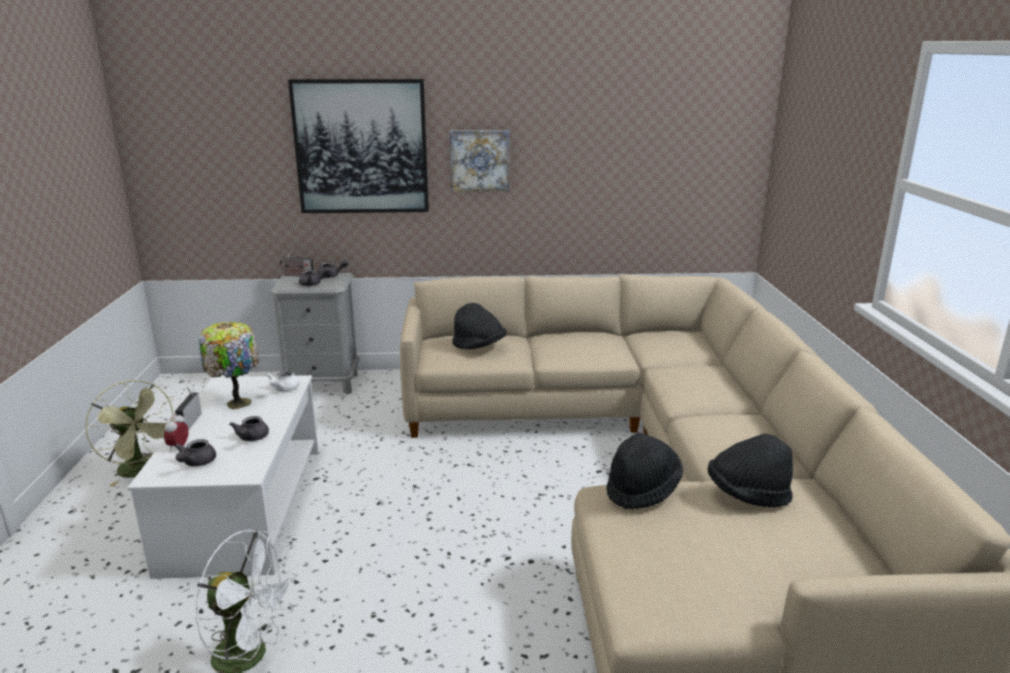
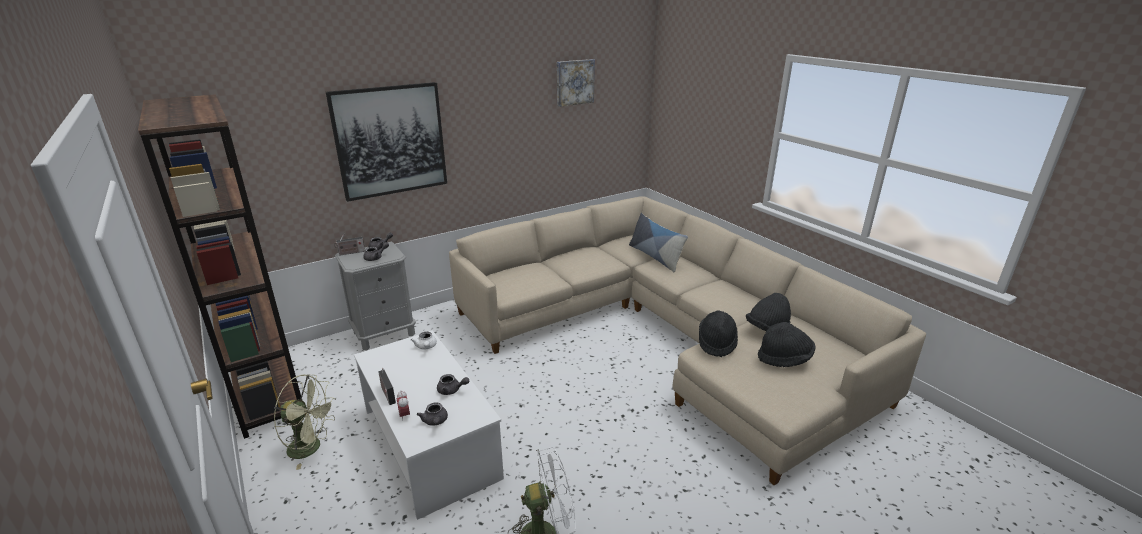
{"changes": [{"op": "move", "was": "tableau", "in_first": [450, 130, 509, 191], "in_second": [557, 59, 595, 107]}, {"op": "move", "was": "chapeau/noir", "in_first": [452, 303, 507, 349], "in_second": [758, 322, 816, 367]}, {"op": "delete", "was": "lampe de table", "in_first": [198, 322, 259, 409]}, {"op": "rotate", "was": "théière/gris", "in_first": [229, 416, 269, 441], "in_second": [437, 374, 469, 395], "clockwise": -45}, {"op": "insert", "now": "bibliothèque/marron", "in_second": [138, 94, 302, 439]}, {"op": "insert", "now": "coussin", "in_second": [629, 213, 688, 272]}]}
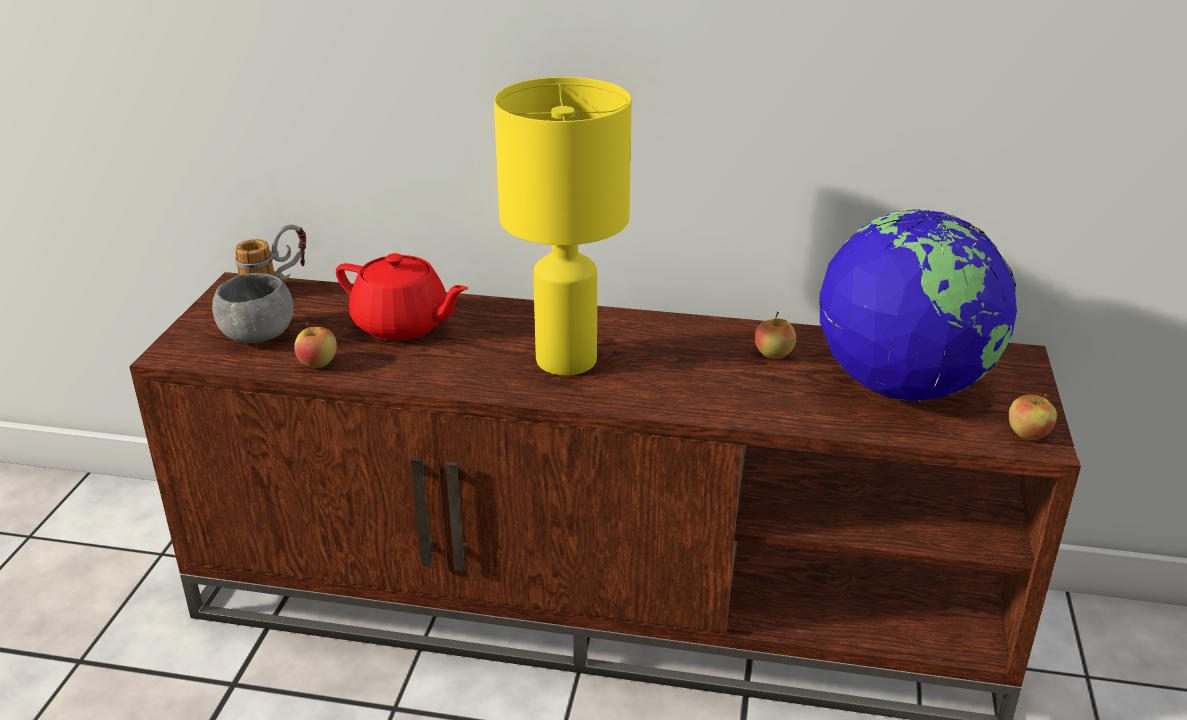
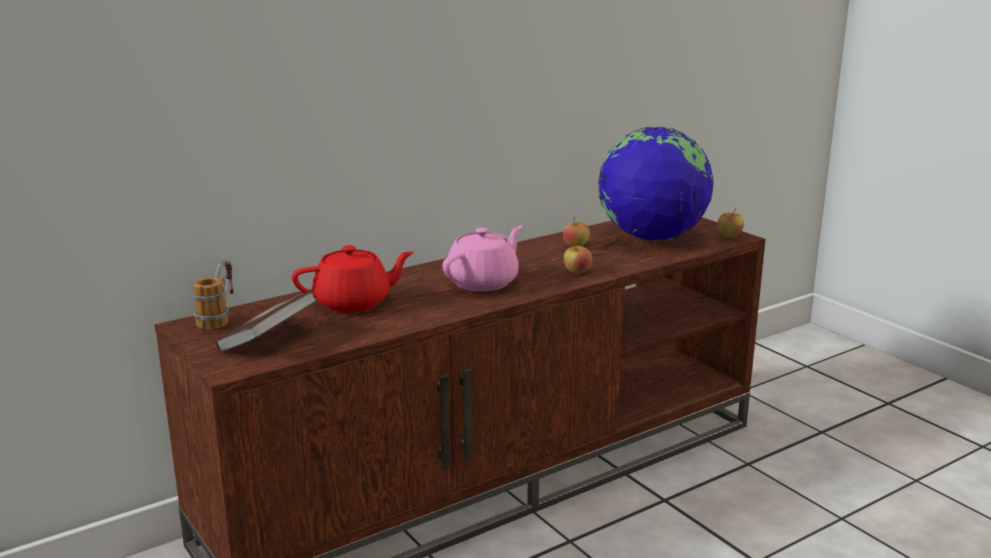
{"changes": [{"op": "replace", "was": "lampe de table/jaune", "now": "théière/rose", "in_first": [494, 77, 631, 376], "in_second": [442, 225, 523, 292]}, {"op": "replace", "was": "bol/gris", "now": "livre", "in_first": [212, 273, 294, 343], "in_second": [216, 291, 318, 352]}, {"op": "move", "was": "pomme", "in_first": [294, 322, 337, 368], "in_second": [564, 243, 592, 274]}]}
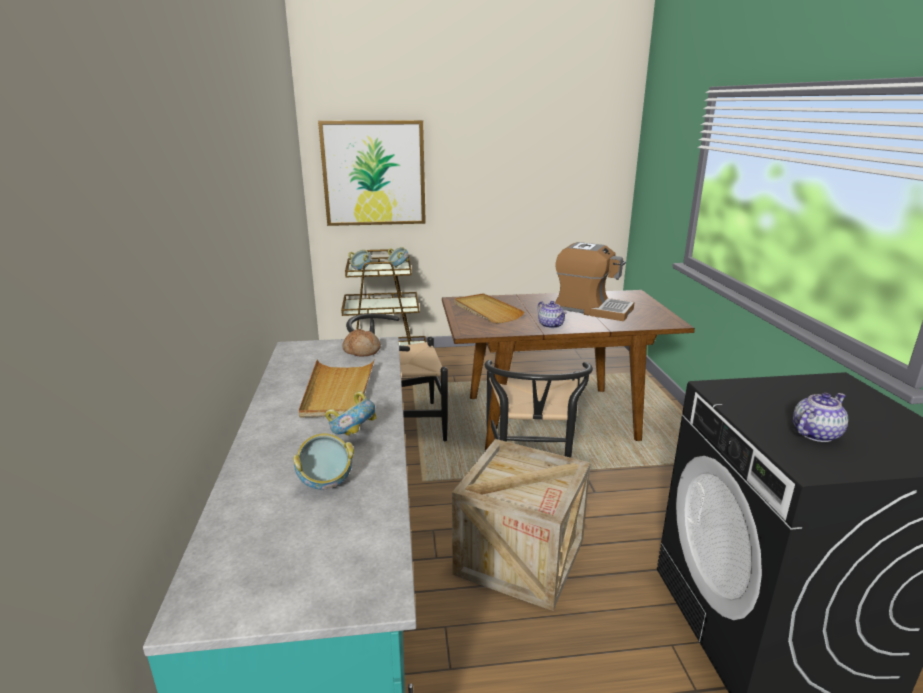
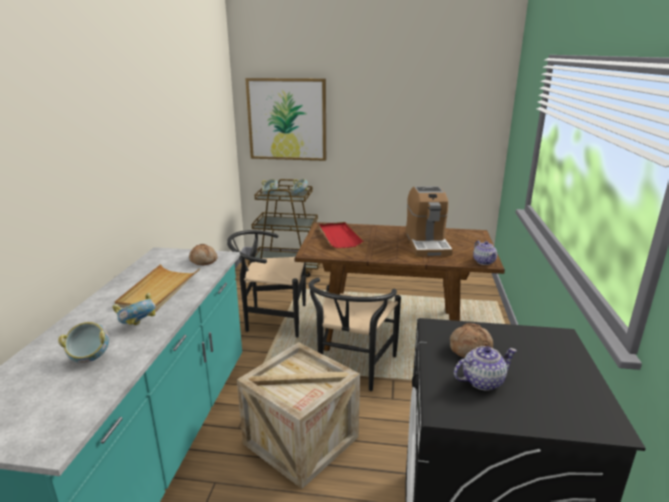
{"changes": [{"op": "rotate", "was": "machine à café", "in_first": [555, 242, 635, 321], "in_second": [406, 186, 453, 256], "clockwise": 45}, {"op": "recolor", "was": "plateau/beige", "now": "plateau/rouge", "in_first": [455, 293, 525, 323], "in_second": [319, 222, 364, 248]}, {"op": "move", "was": "théière", "in_first": [537, 301, 567, 329], "in_second": [473, 240, 498, 265]}, {"op": "insert", "now": "pain", "in_second": [450, 323, 493, 358]}]}
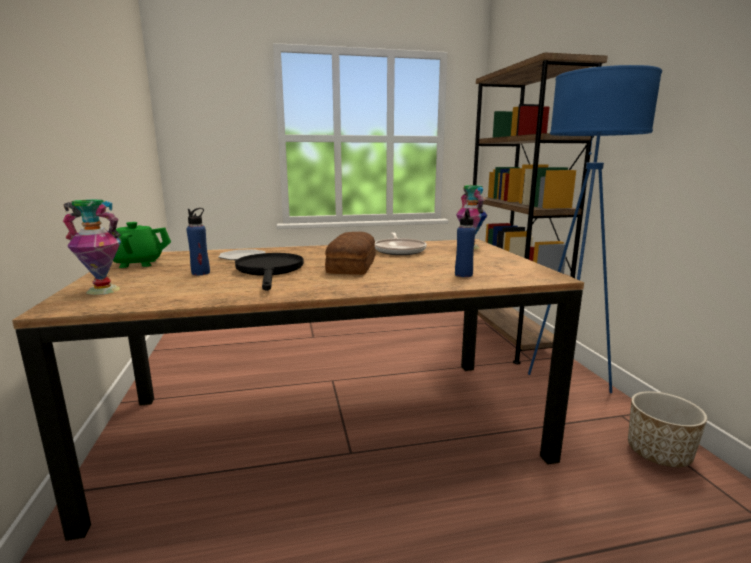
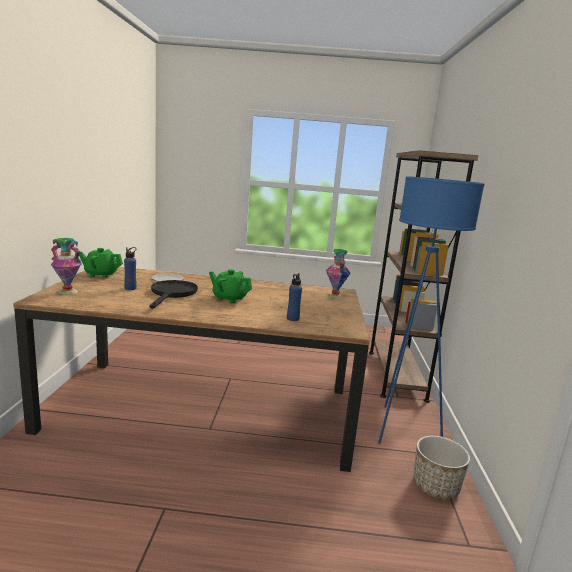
{"changes": [{"op": "replace", "was": "pain", "now": "théière/vert", "in_first": [325, 232, 375, 275], "in_second": [209, 269, 252, 303]}, {"op": "delete", "was": "poêle", "in_first": [375, 233, 427, 255]}]}
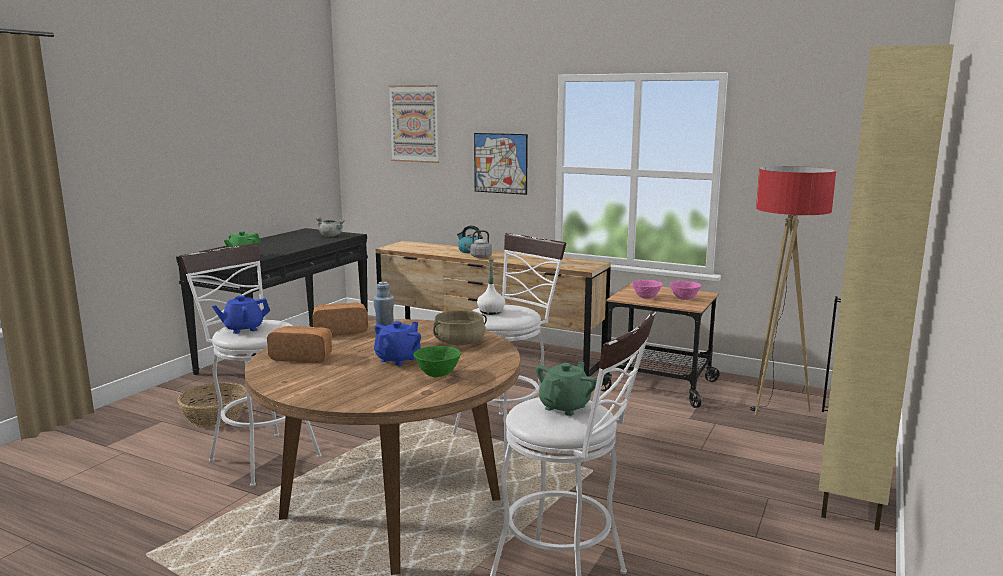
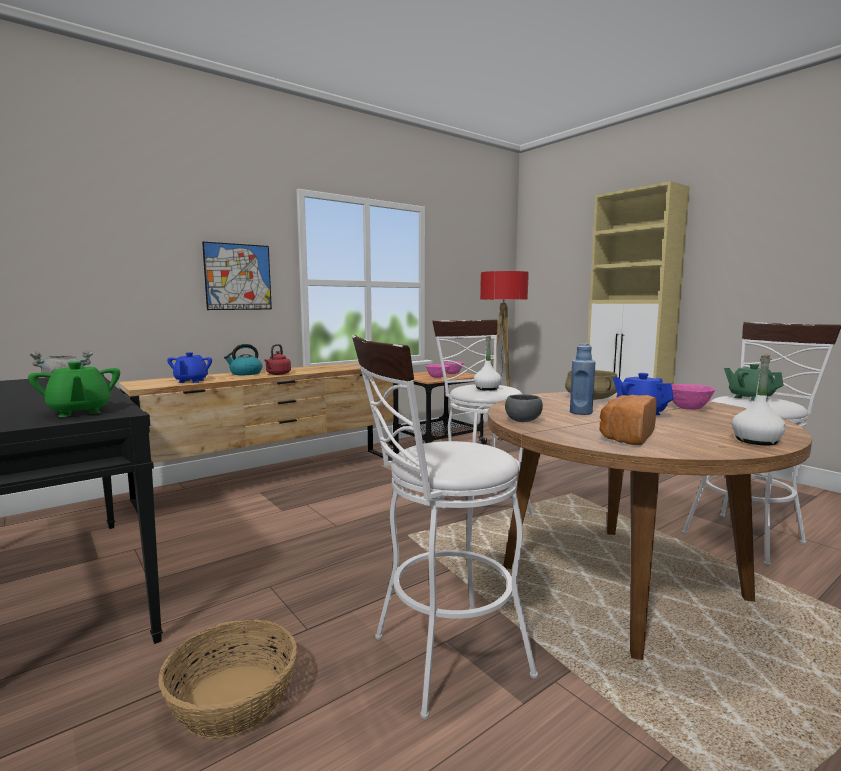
{"changes": [{"op": "delete", "was": "tableau", "in_first": [389, 85, 439, 163]}, {"op": "recolor", "was": "bouilloire/gris", "now": "bouilloire/rouge", "in_first": [464, 230, 492, 258], "in_second": [264, 344, 291, 375]}, {"op": "move", "was": "théière/bleu", "in_first": [212, 295, 270, 334], "in_second": [167, 352, 212, 383]}, {"op": "replace", "was": "pain", "now": "bol/gris", "in_first": [312, 303, 368, 335], "in_second": [505, 394, 543, 422]}, {"op": "recolor", "was": "bol/vert", "now": "bol/rose", "in_first": [413, 346, 461, 377], "in_second": [672, 384, 715, 410]}, {"op": "insert", "now": "bouteille/blanc", "in_second": [732, 355, 786, 446]}]}
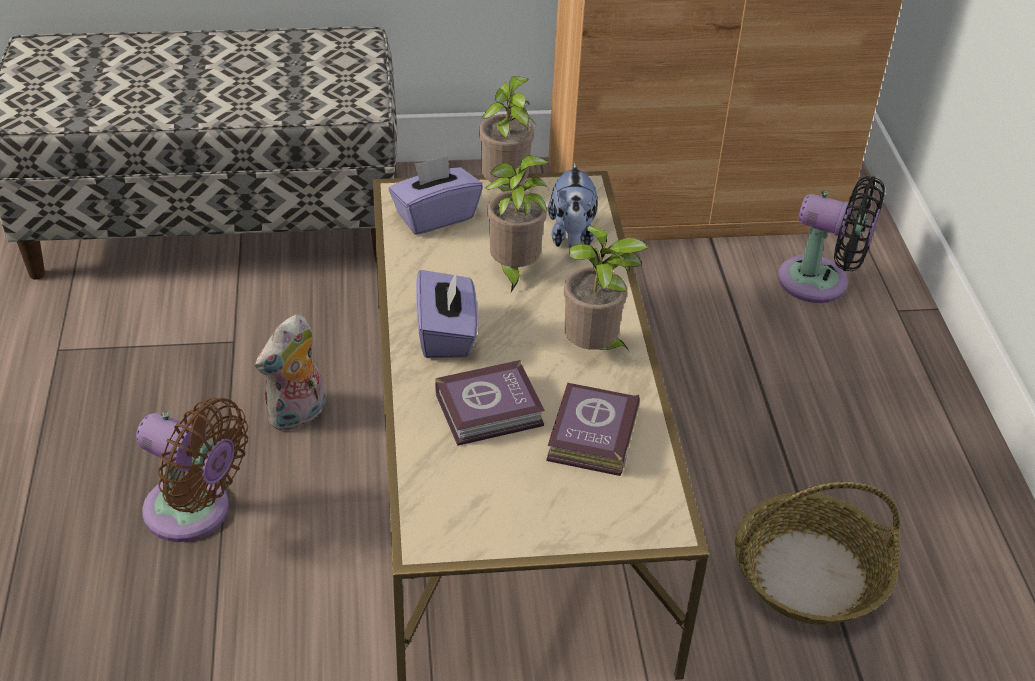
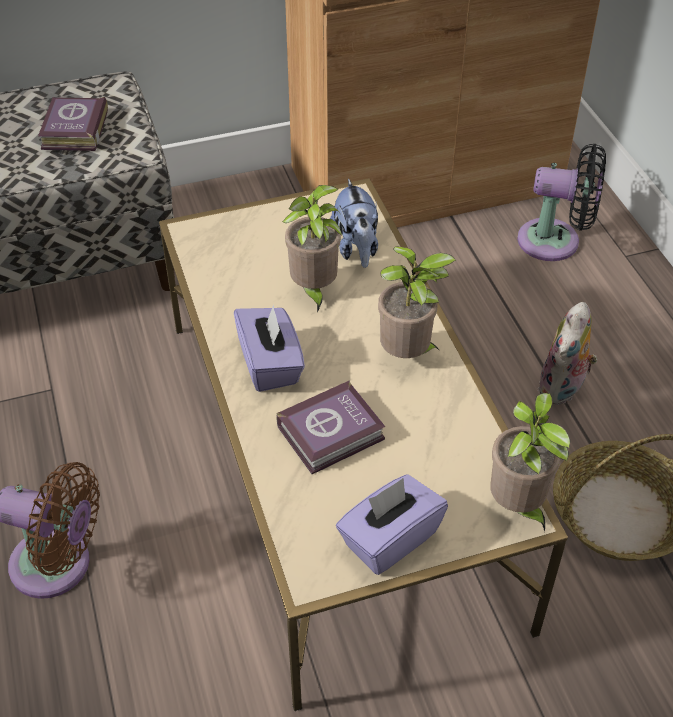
{"changes": [{"op": "move", "was": "plante en pot", "in_first": [479, 76, 536, 192], "in_second": [491, 393, 570, 531]}, {"op": "move", "was": "boîte à mouchoirs/violet", "in_first": [389, 156, 483, 235], "in_second": [336, 475, 448, 575]}, {"op": "move", "was": "peluche", "in_first": [255, 314, 325, 431], "in_second": [537, 302, 597, 405]}, {"op": "move", "was": "livre", "in_first": [546, 383, 640, 476], "in_second": [38, 97, 108, 151]}]}
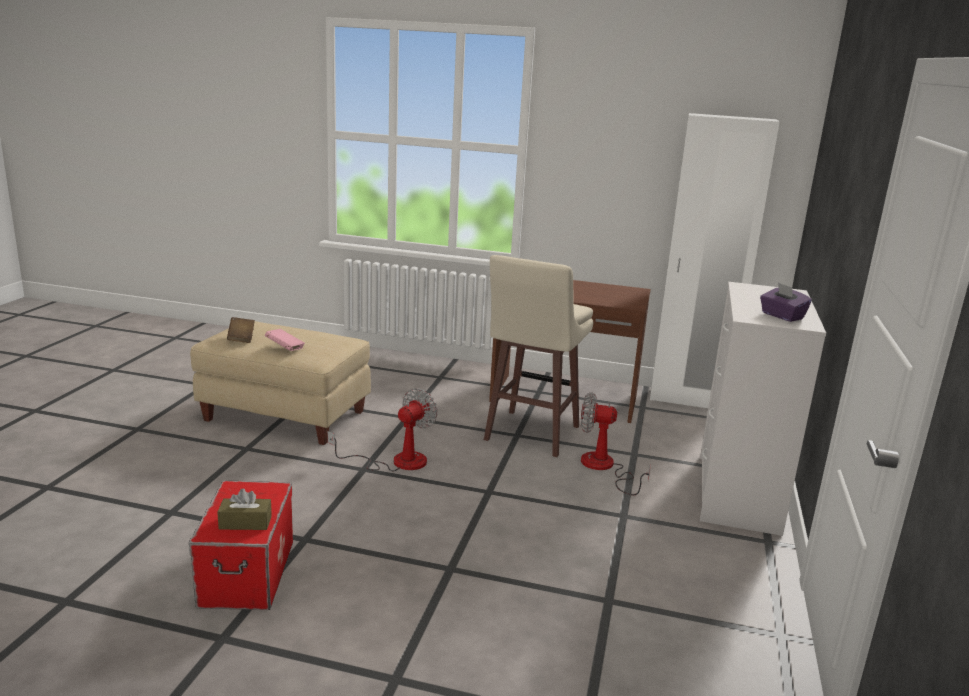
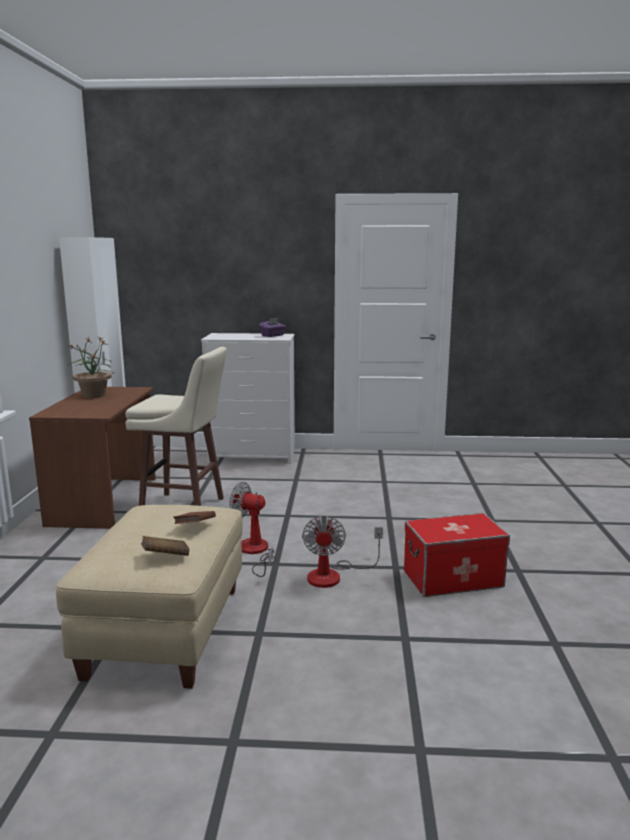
{"changes": [{"op": "recolor", "was": "livre/rose", "now": "livre/marron", "in_first": [265, 329, 305, 351], "in_second": [174, 511, 216, 524]}, {"op": "move", "was": "ventilateur", "in_first": [581, 392, 650, 495], "in_second": [302, 516, 383, 588]}, {"op": "delete", "was": "boîte à mouchoirs/marron", "in_first": [217, 488, 272, 530]}, {"op": "insert", "now": "plante en pot", "in_second": [66, 336, 113, 398]}]}
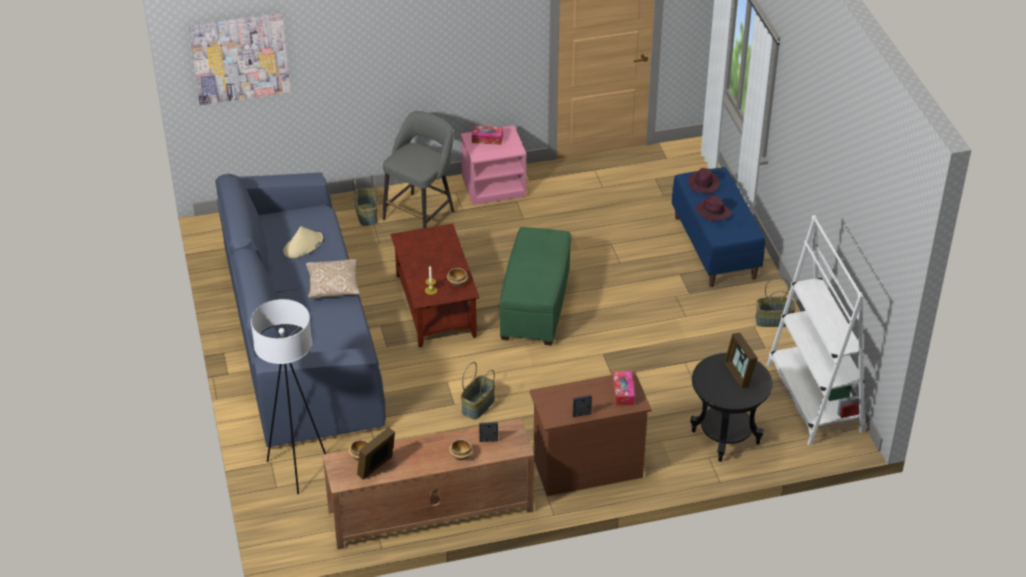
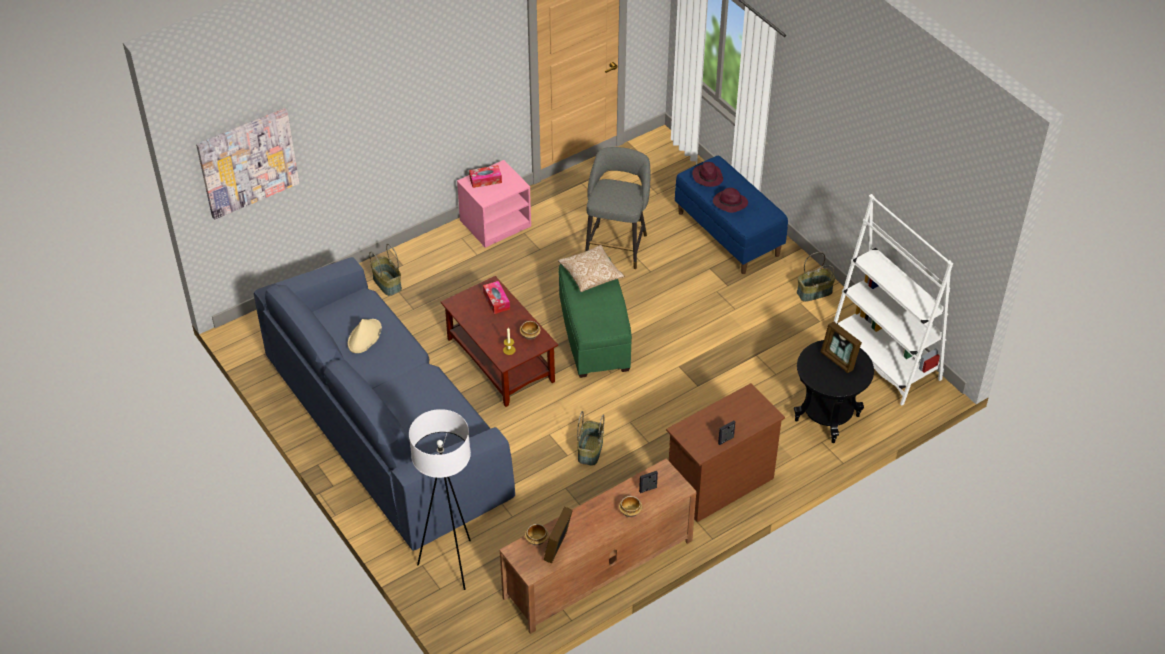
{"changes": [{"op": "move", "was": "tabouret/gris", "in_first": [383, 111, 455, 228], "in_second": [585, 147, 650, 269]}, {"op": "move", "was": "coussin", "in_first": [306, 259, 360, 298], "in_second": [558, 245, 624, 292]}, {"op": "move", "was": "boîte à mouchoirs", "in_first": [613, 371, 635, 406], "in_second": [483, 281, 510, 314]}]}
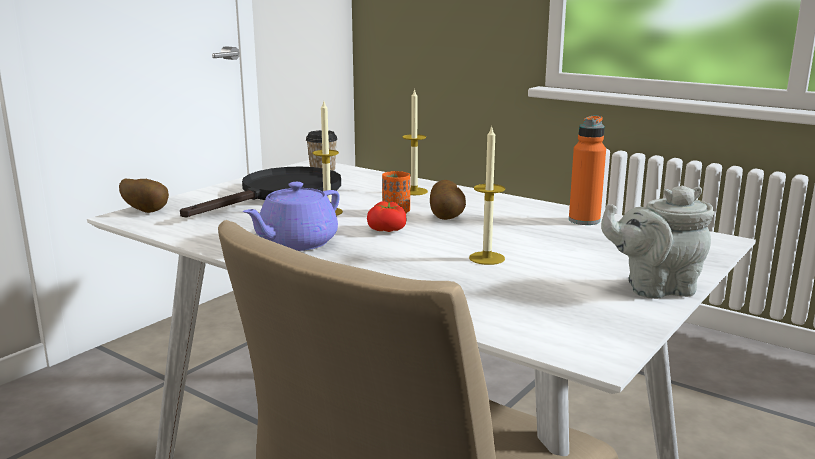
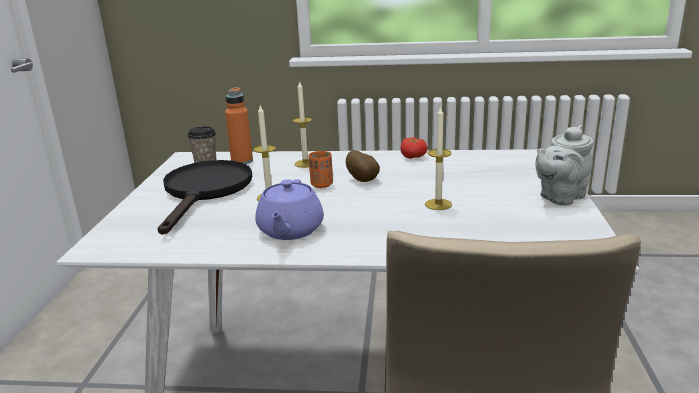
{"changes": [{"op": "move", "was": "bouteille/orange", "in_first": [569, 115, 606, 225], "in_second": [225, 87, 253, 164]}, {"op": "delete", "was": "pomme de terre", "in_first": [119, 179, 169, 213]}, {"op": "move", "was": "tomate", "in_first": [367, 201, 406, 232], "in_second": [400, 137, 428, 159]}]}
